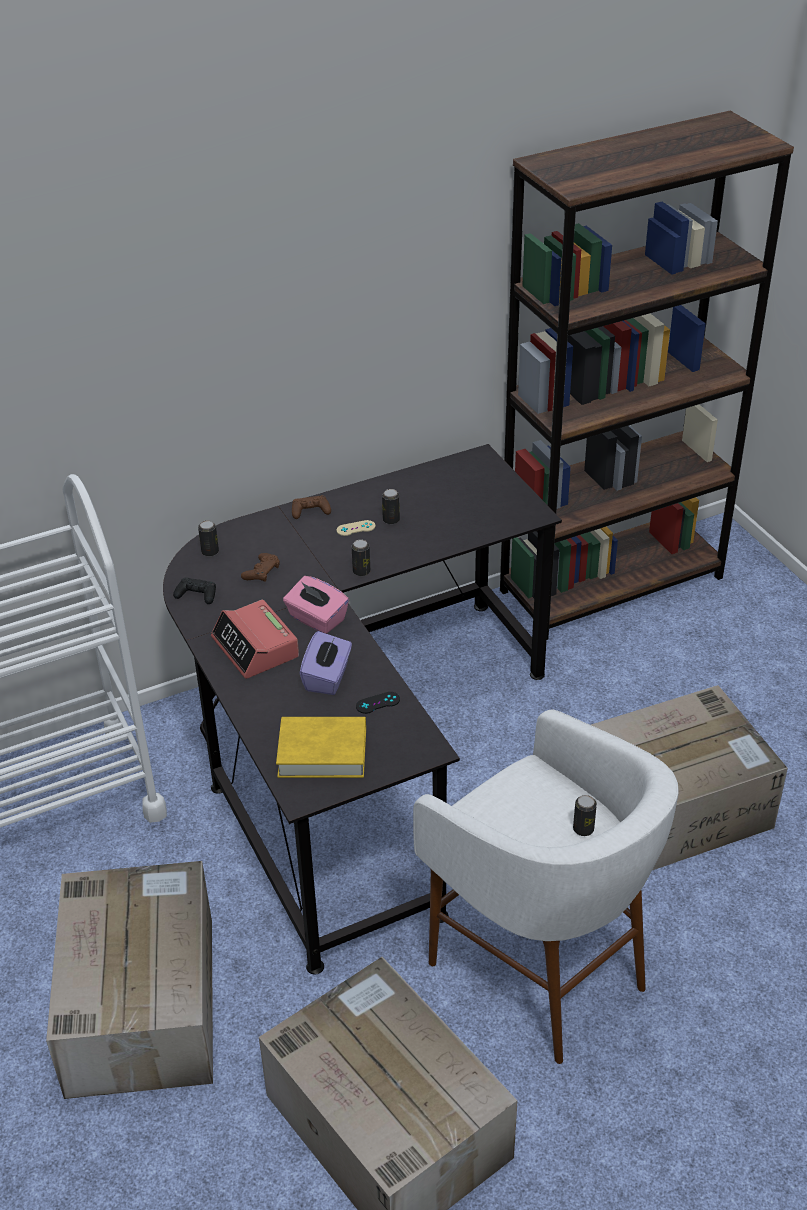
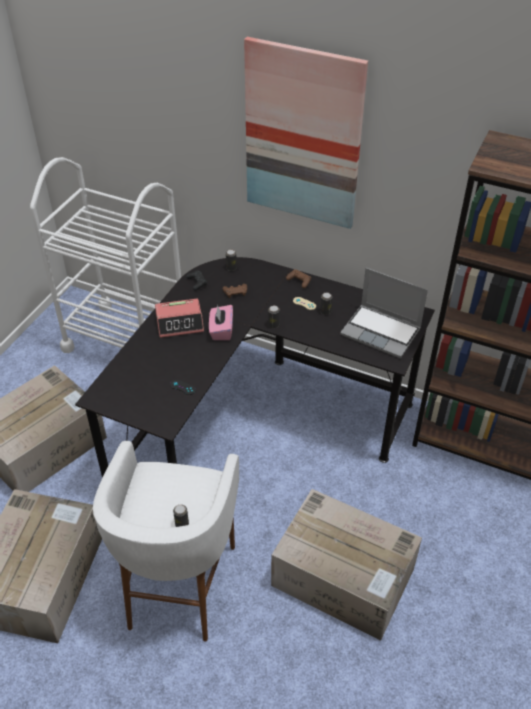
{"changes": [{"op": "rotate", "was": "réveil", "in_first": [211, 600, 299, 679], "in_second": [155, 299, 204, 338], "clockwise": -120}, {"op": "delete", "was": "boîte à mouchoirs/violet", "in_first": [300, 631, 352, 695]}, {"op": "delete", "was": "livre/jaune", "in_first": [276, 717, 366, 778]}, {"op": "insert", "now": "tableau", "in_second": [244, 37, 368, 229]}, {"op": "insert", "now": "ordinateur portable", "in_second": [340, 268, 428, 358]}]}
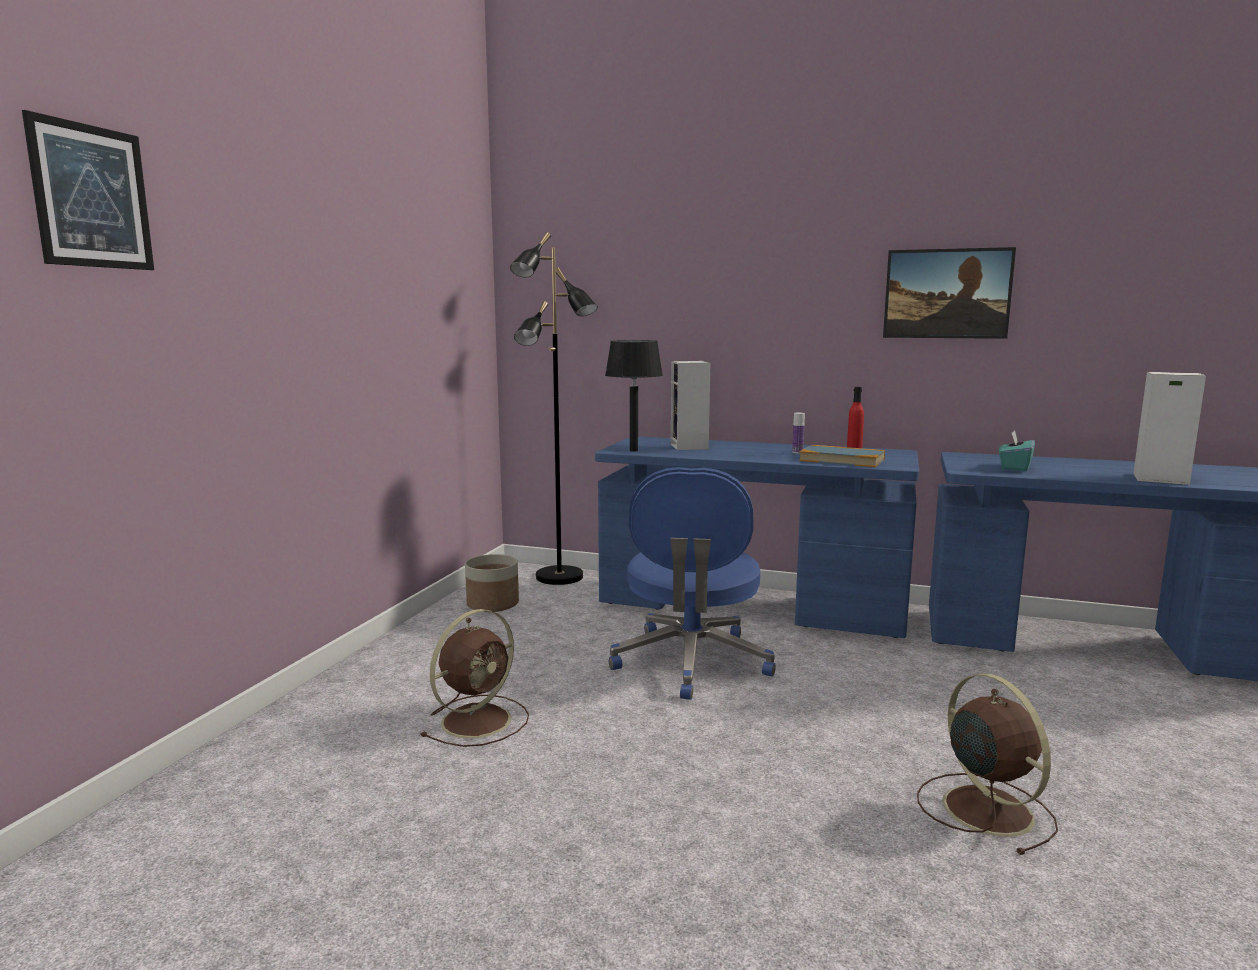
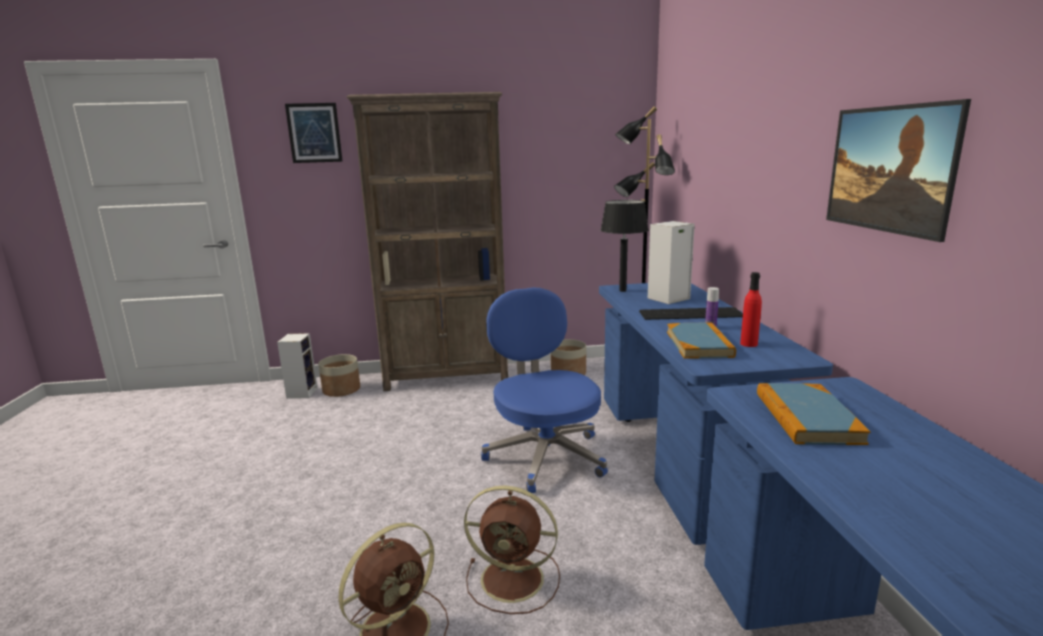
{"changes": [{"op": "move", "was": "enceinte", "in_first": [1133, 372, 1206, 485], "in_second": [277, 333, 318, 399]}, {"op": "replace", "was": "boîte à mouchoirs/turquoise", "now": "livre", "in_first": [999, 431, 1035, 471], "in_second": [757, 383, 871, 445]}, {"op": "rotate", "was": "chaise de bureau/bleu", "in_first": [609, 467, 776, 700], "in_second": [481, 287, 608, 493], "clockwise": 90}, {"op": "move", "was": "ventilateur/marron", "in_first": [420, 609, 529, 747], "in_second": [464, 485, 560, 614]}, {"op": "insert", "now": "bibliothèque/marron", "in_second": [347, 92, 508, 391]}, {"op": "insert", "now": "clavier", "in_second": [639, 307, 743, 320]}, {"op": "insert", "now": "cache-pot", "in_second": [318, 354, 360, 397]}]}
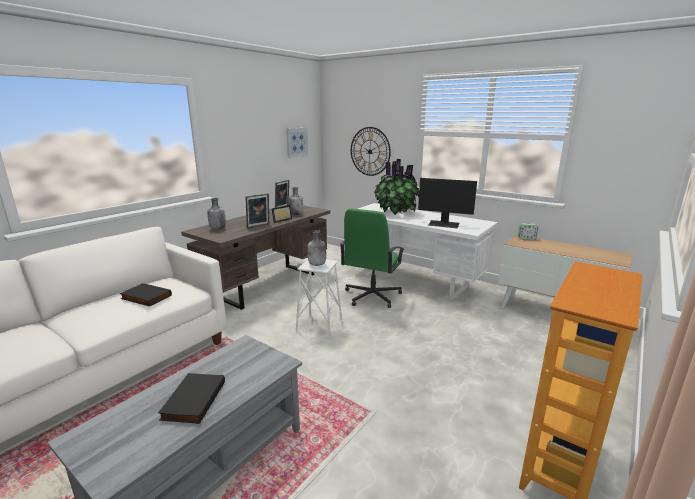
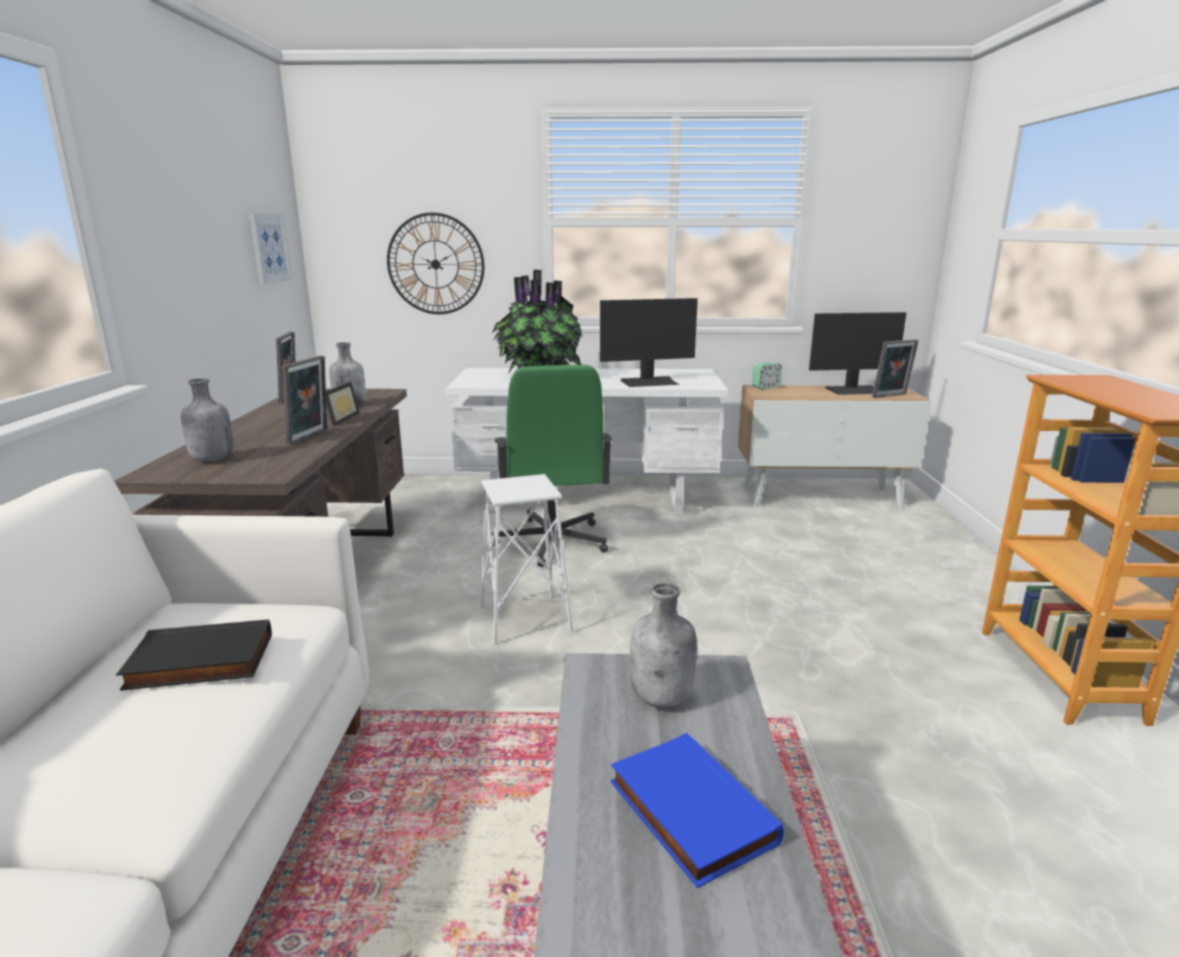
{"changes": [{"op": "move", "was": "bouteille/gris", "in_first": [307, 230, 326, 266], "in_second": [630, 582, 697, 707]}, {"op": "recolor", "was": "livre/noir", "now": "livre/bleu", "in_first": [158, 373, 225, 424], "in_second": [610, 733, 784, 888]}, {"op": "insert", "now": "écran d'ordinateur", "in_second": [809, 312, 906, 395]}, {"op": "insert", "now": "cadre photo", "in_second": [872, 339, 919, 398]}]}
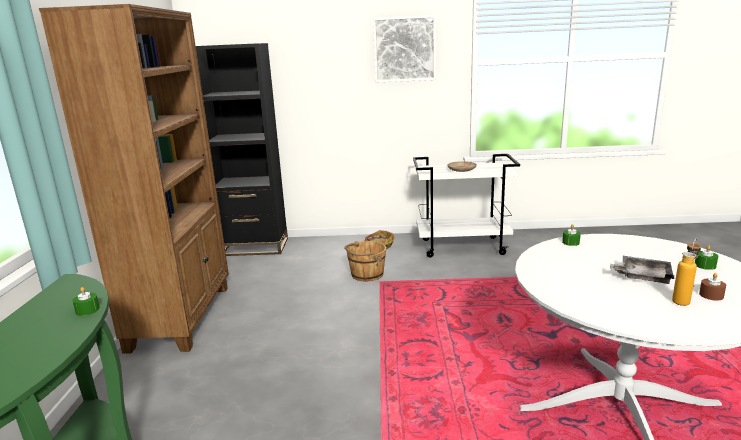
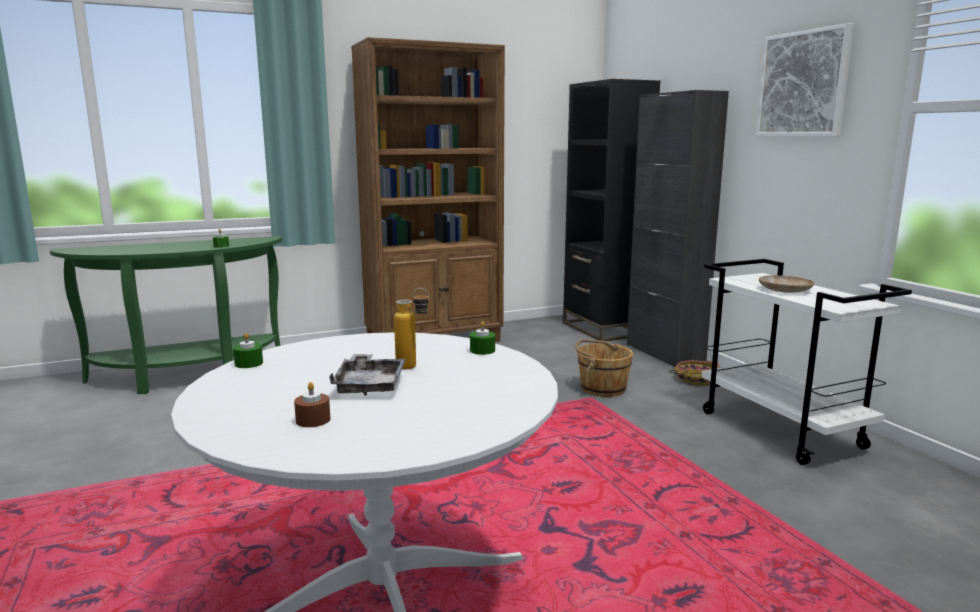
{"changes": [{"op": "move", "was": "bouteille", "in_first": [672, 239, 701, 306], "in_second": [394, 288, 429, 369]}, {"op": "move", "was": "bougie/vert", "in_first": [695, 245, 718, 270], "in_second": [233, 333, 263, 368]}, {"op": "insert", "now": "meuble de rangement/noir", "in_second": [627, 90, 729, 367]}]}
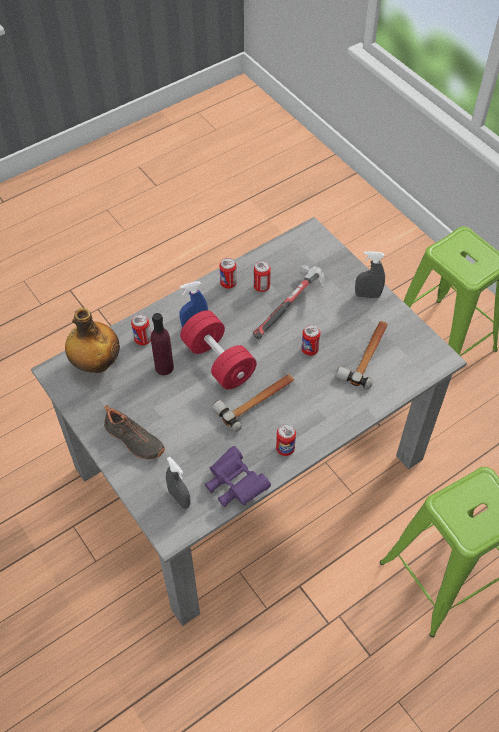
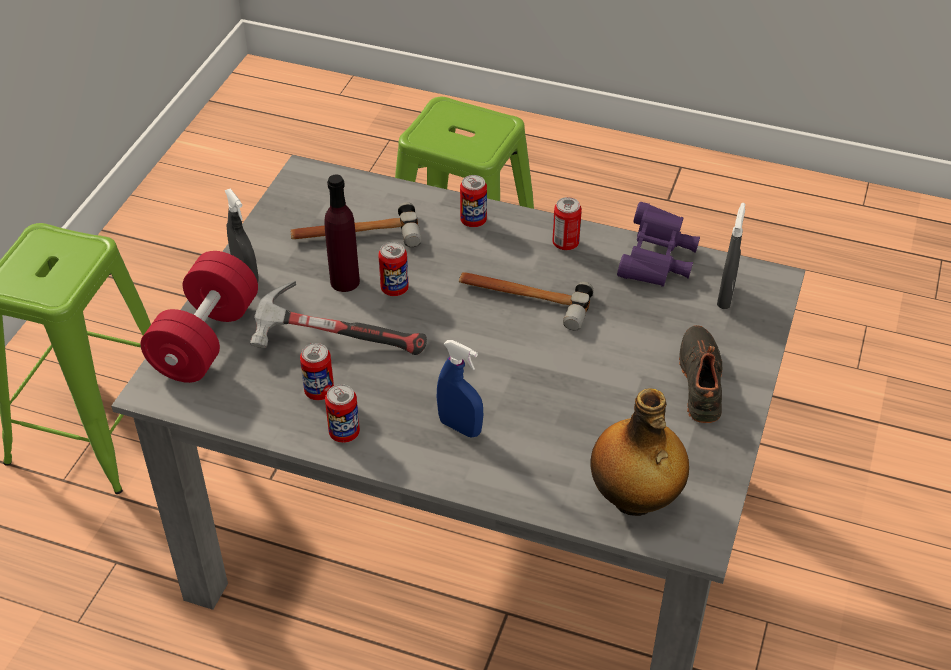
{"changes": [{"op": "move", "was": "haltère/rouge", "in_first": [180, 310, 257, 390], "in_second": [140, 251, 258, 383]}, {"op": "move", "was": "bouteille/violet", "in_first": [151, 313, 174, 375], "in_second": [324, 174, 360, 292]}, {"op": "move", "was": "boîte métallique", "in_first": [131, 314, 151, 345], "in_second": [460, 175, 487, 227]}]}
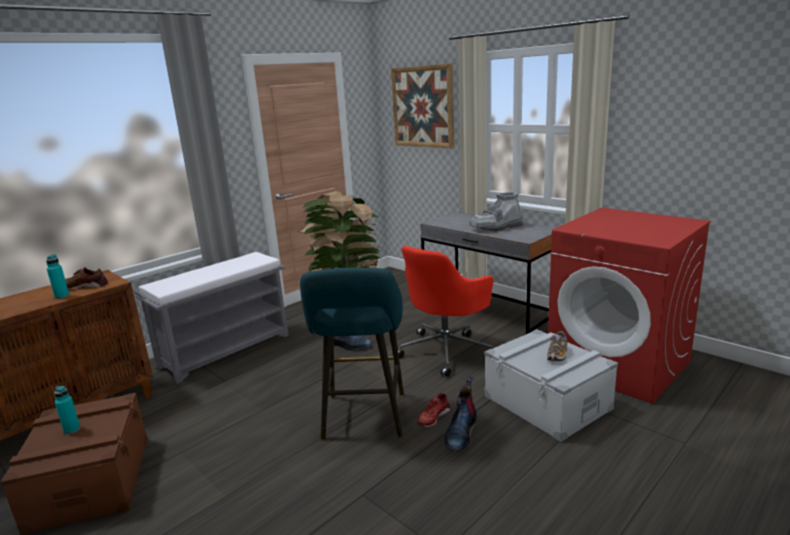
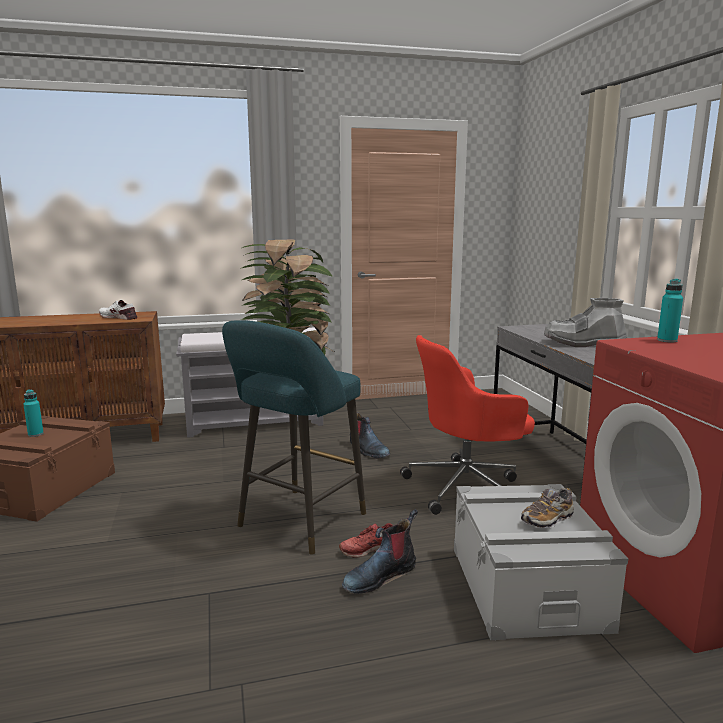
{"changes": [{"op": "delete", "was": "tableau", "in_first": [391, 64, 454, 148]}, {"op": "move", "was": "bouteille/turquoise", "in_first": [46, 254, 69, 299], "in_second": [657, 279, 683, 343]}, {"op": "recolor", "was": "chaussure/marron", "now": "chaussure/blanc", "in_first": [65, 267, 108, 290], "in_second": [99, 300, 137, 320]}]}
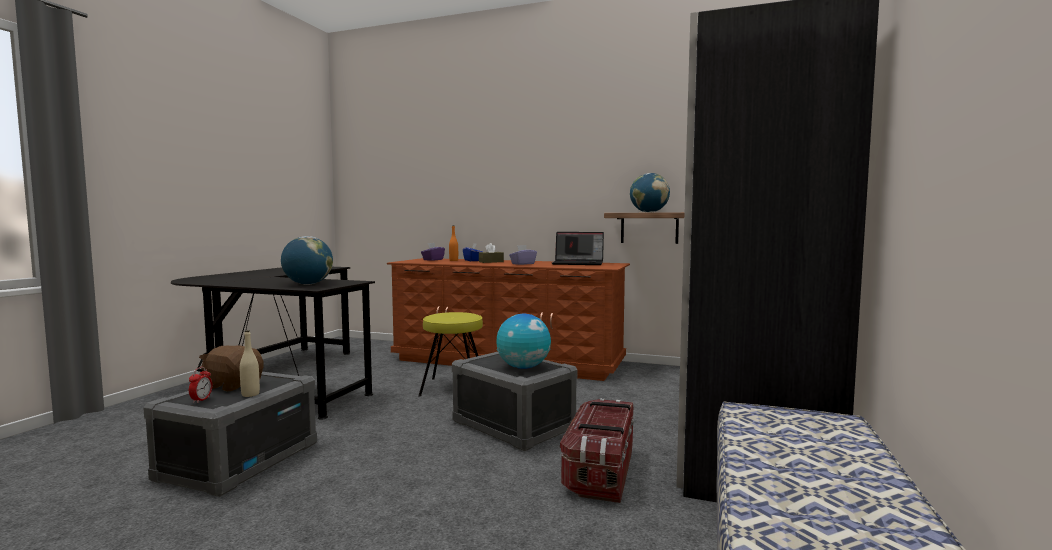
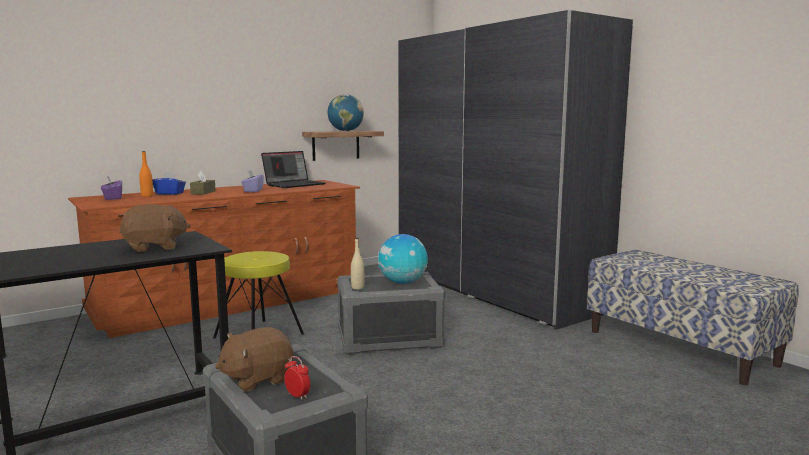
{"changes": [{"op": "replace", "was": "globe", "now": "peluche/marron", "in_first": [281, 236, 333, 285], "in_second": [119, 204, 190, 252]}, {"op": "move", "was": "bouteille/beige", "in_first": [240, 330, 260, 397], "in_second": [351, 238, 364, 289]}, {"op": "delete", "was": "boîte de rangement", "in_first": [560, 398, 634, 503]}]}
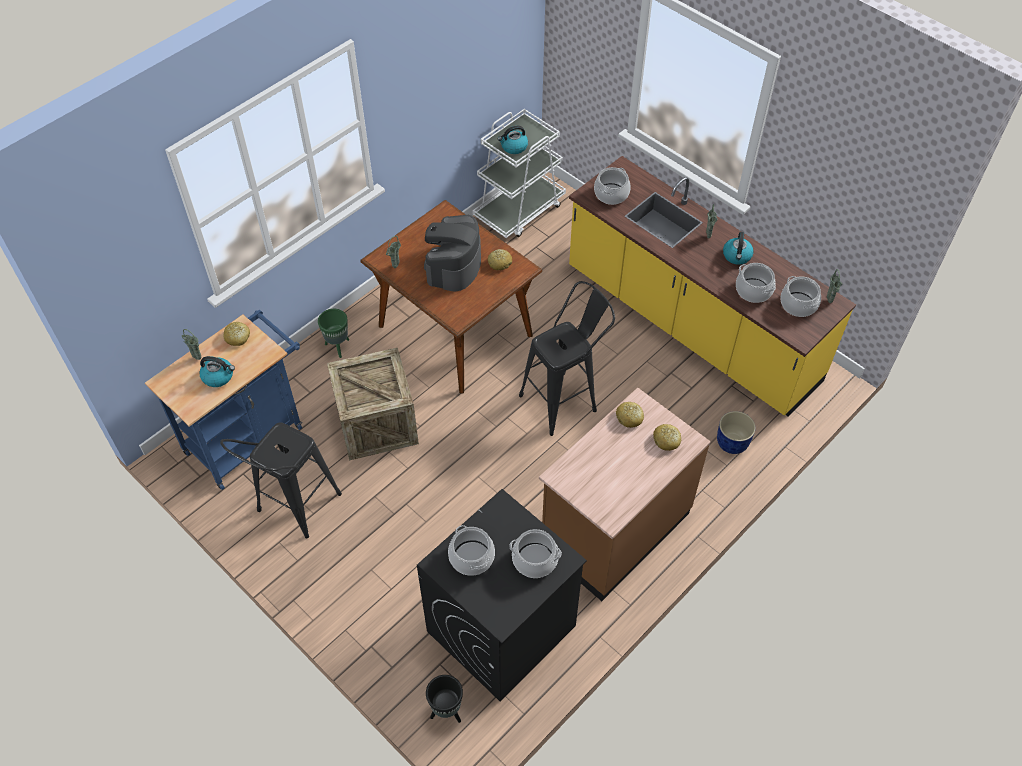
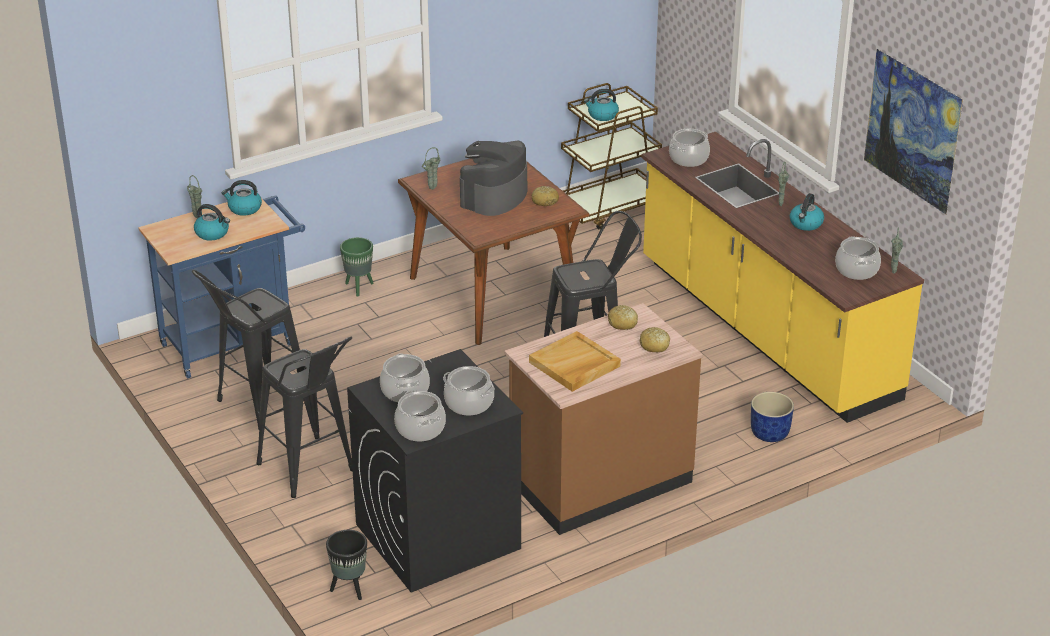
{"changes": [{"op": "recolor", "was": "chariot/blanc", "now": "chariot/marron", "in_first": [473, 109, 566, 238], "in_second": [561, 83, 662, 229]}, {"op": "move", "was": "marmite", "in_first": [736, 263, 776, 303], "in_second": [394, 391, 446, 441]}, {"op": "replace", "was": "pain", "now": "bouilloire", "in_first": [223, 322, 250, 346], "in_second": [222, 180, 262, 216]}, {"op": "delete", "was": "caisse", "in_first": [327, 348, 419, 461]}, {"op": "insert", "now": "tableau", "in_second": [864, 49, 963, 215]}, {"op": "insert", "now": "plateau/beige", "in_second": [529, 331, 621, 392]}, {"op": "insert", "now": "tabouret/noir", "in_second": [256, 336, 353, 498]}]}
